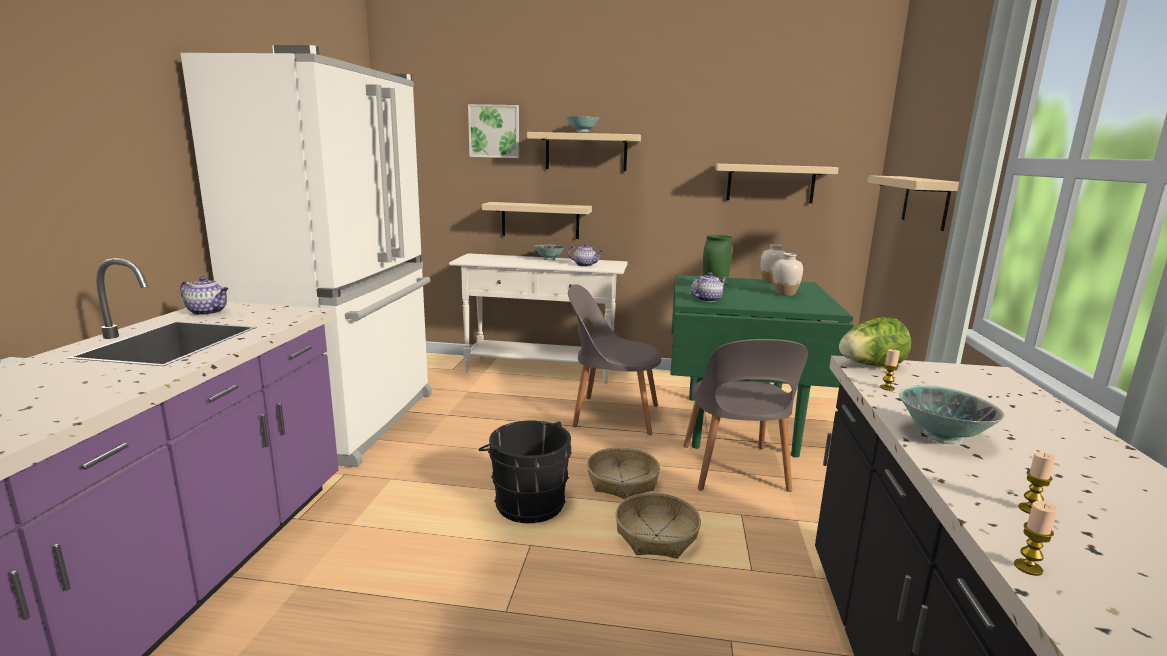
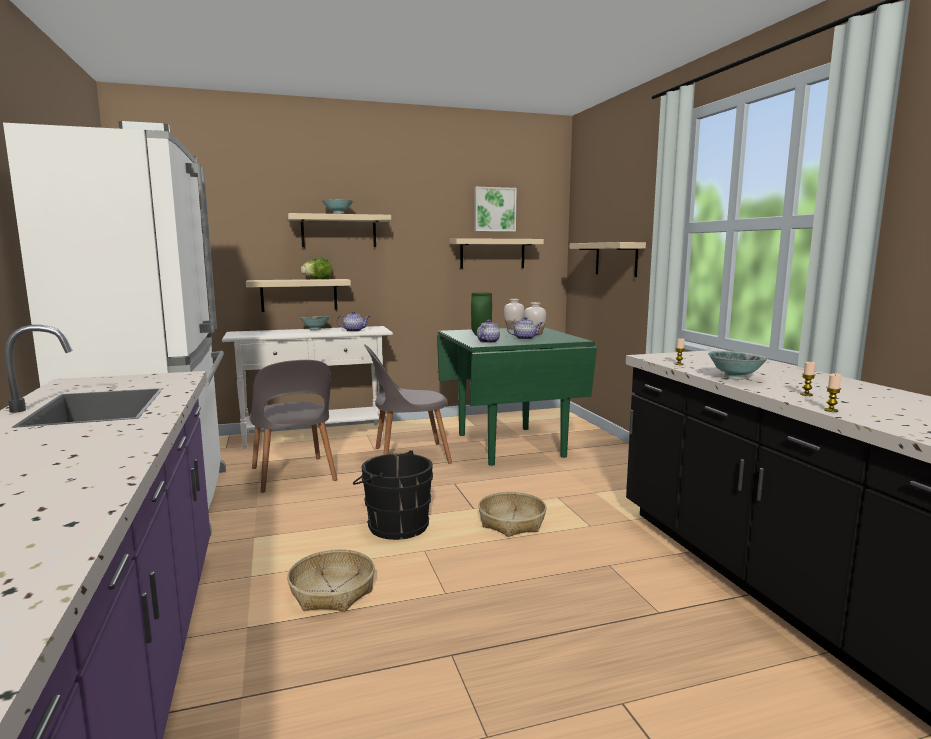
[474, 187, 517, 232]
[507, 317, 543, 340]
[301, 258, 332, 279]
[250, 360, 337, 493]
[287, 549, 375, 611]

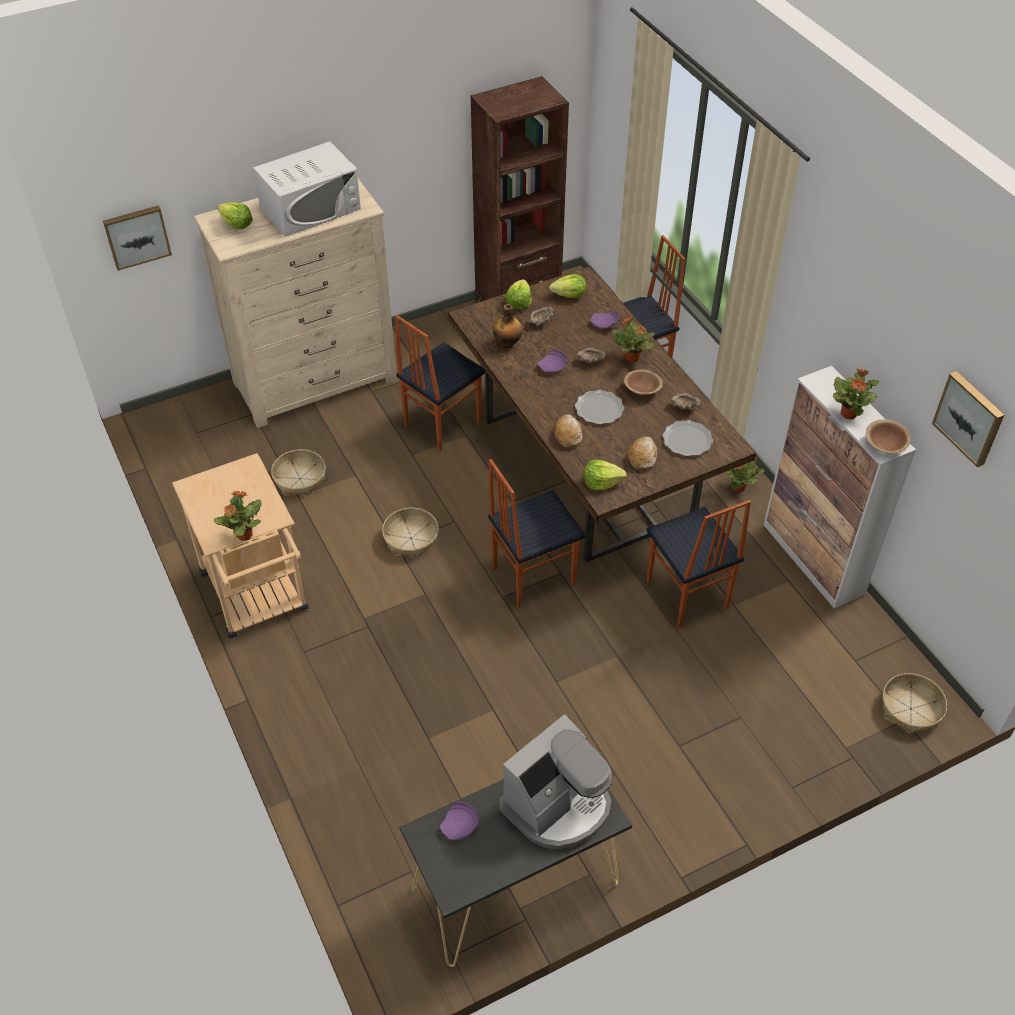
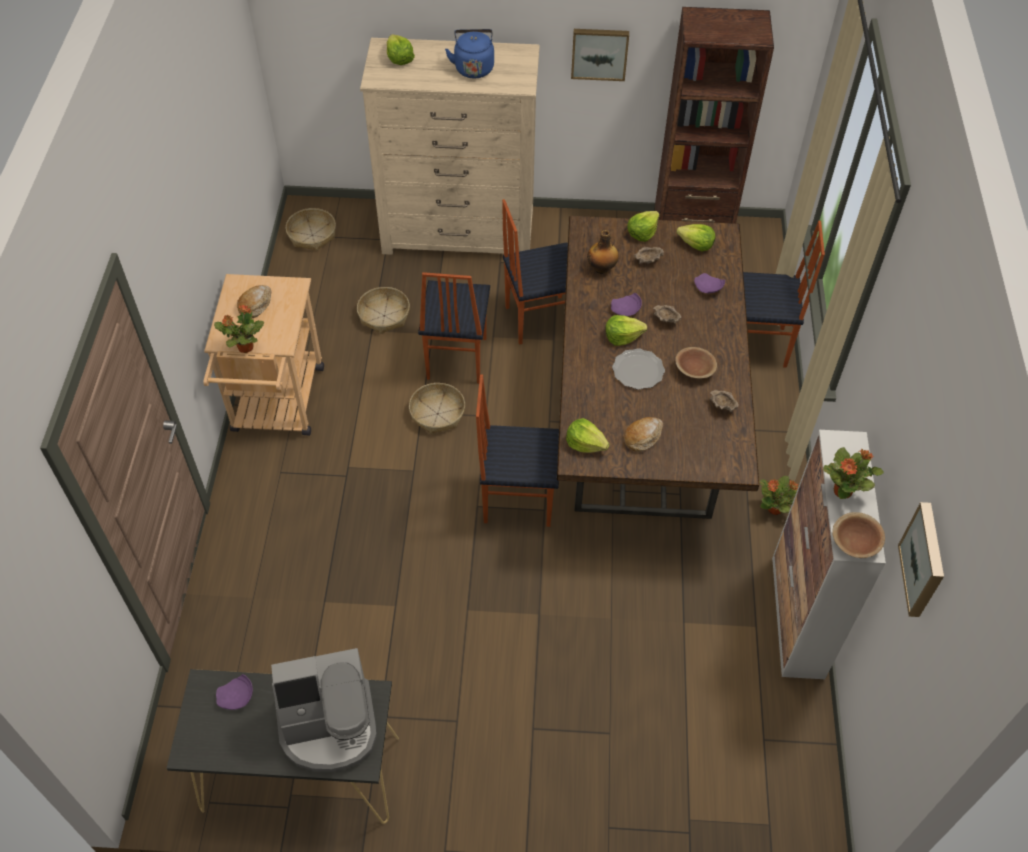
[445, 29, 494, 78]
[571, 29, 629, 81]
[613, 318, 655, 363] (first image)
[237, 285, 271, 318]
[662, 420, 713, 456] (first image)
[418, 272, 490, 384]
[285, 208, 336, 251]
[605, 315, 647, 346]

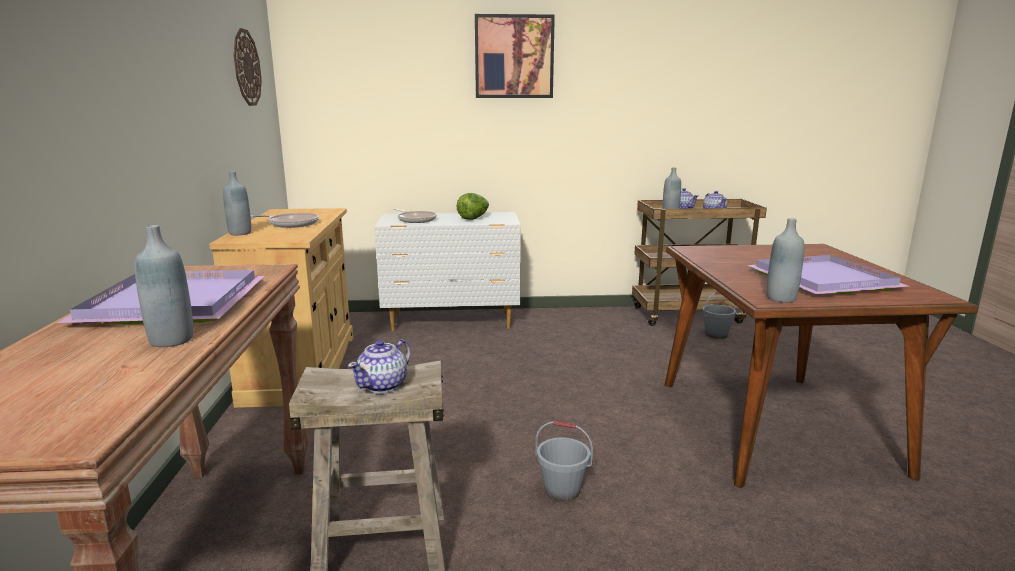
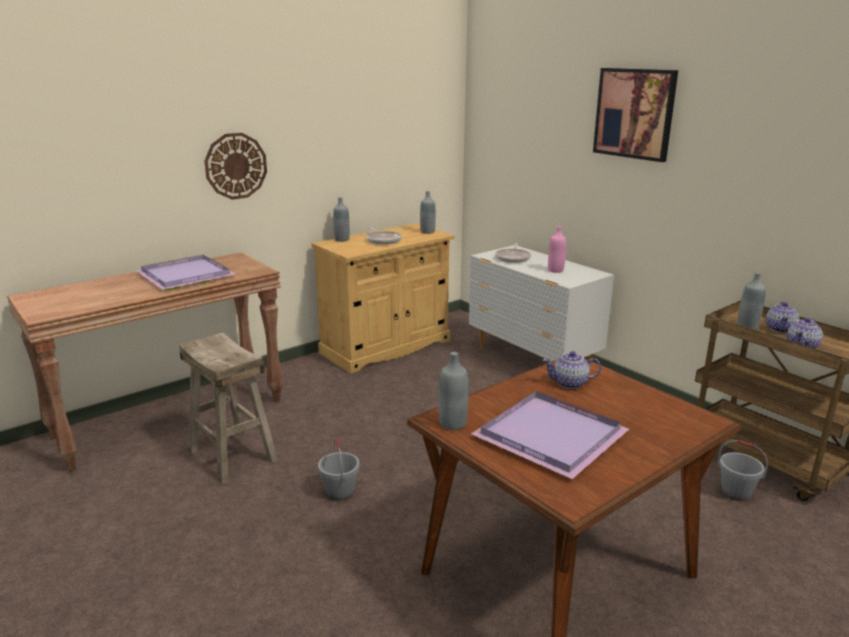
[204, 133, 267, 200]
[548, 226, 566, 273]
[420, 191, 436, 234]
[543, 351, 601, 389]

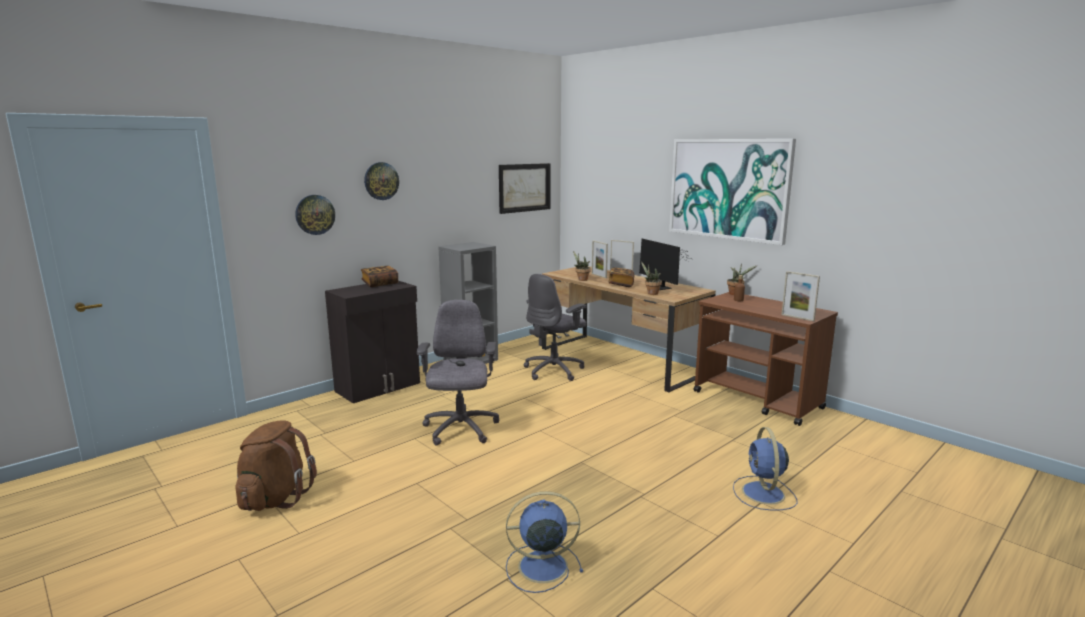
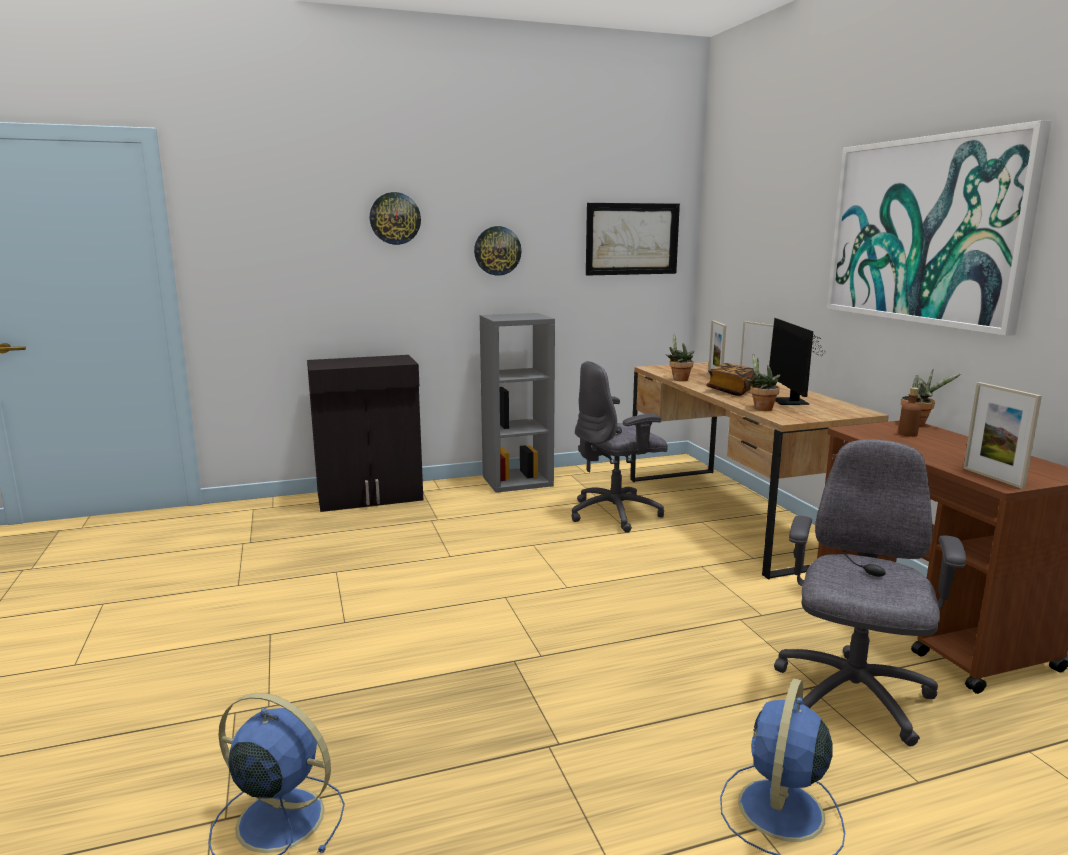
[474, 226, 522, 276]
[361, 266, 398, 287] (first image)
[774, 439, 966, 747]
[235, 420, 317, 511] (first image)

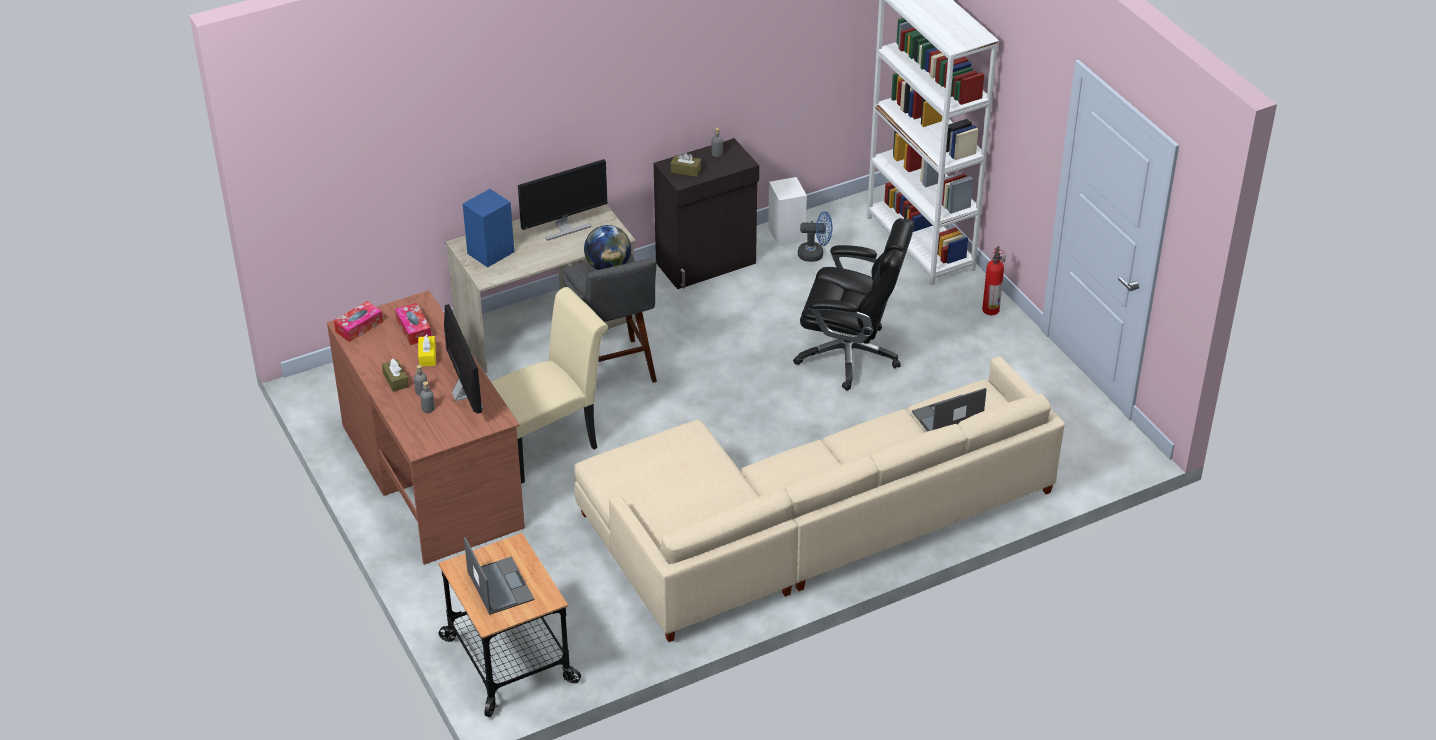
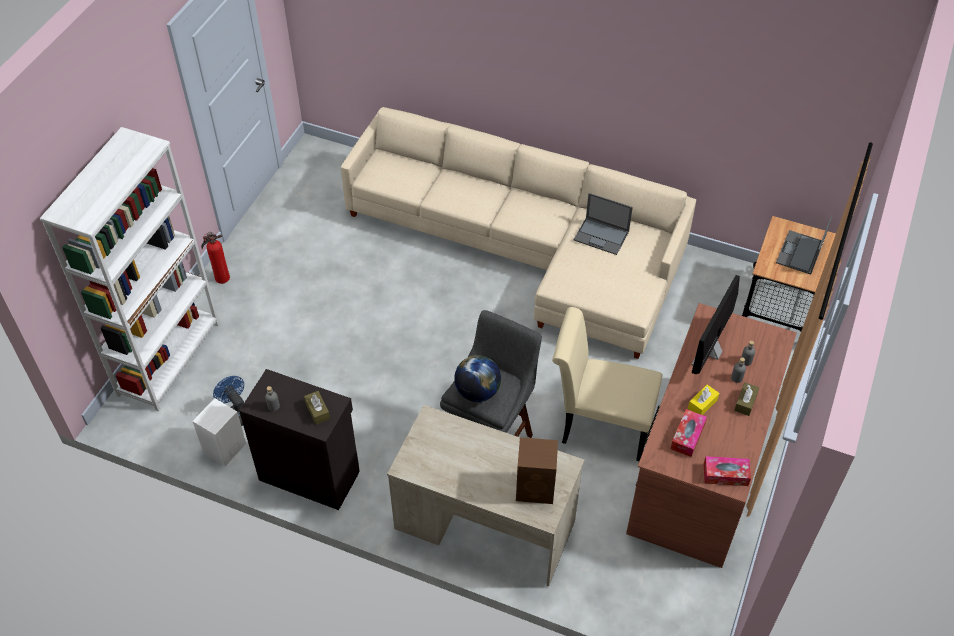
[518, 159, 608, 241] (first image)
[516, 437, 558, 504]
[793, 218, 914, 391] (first image)
[574, 193, 633, 255]

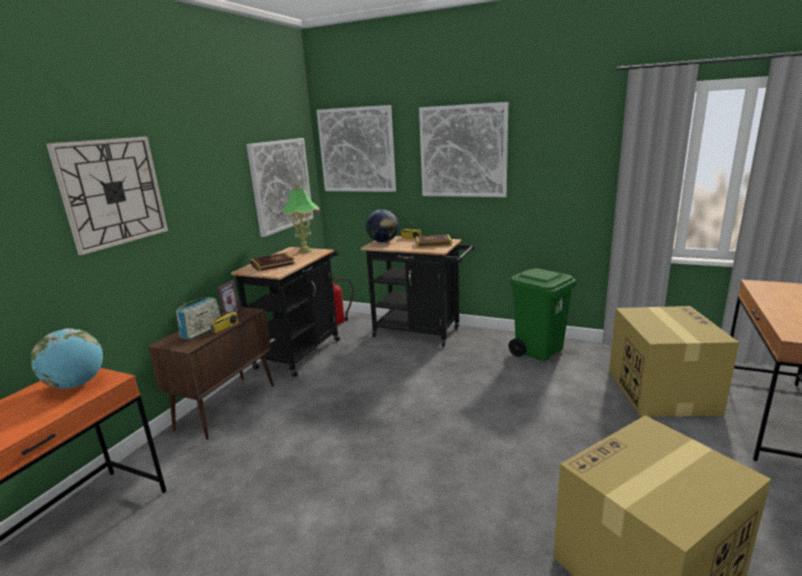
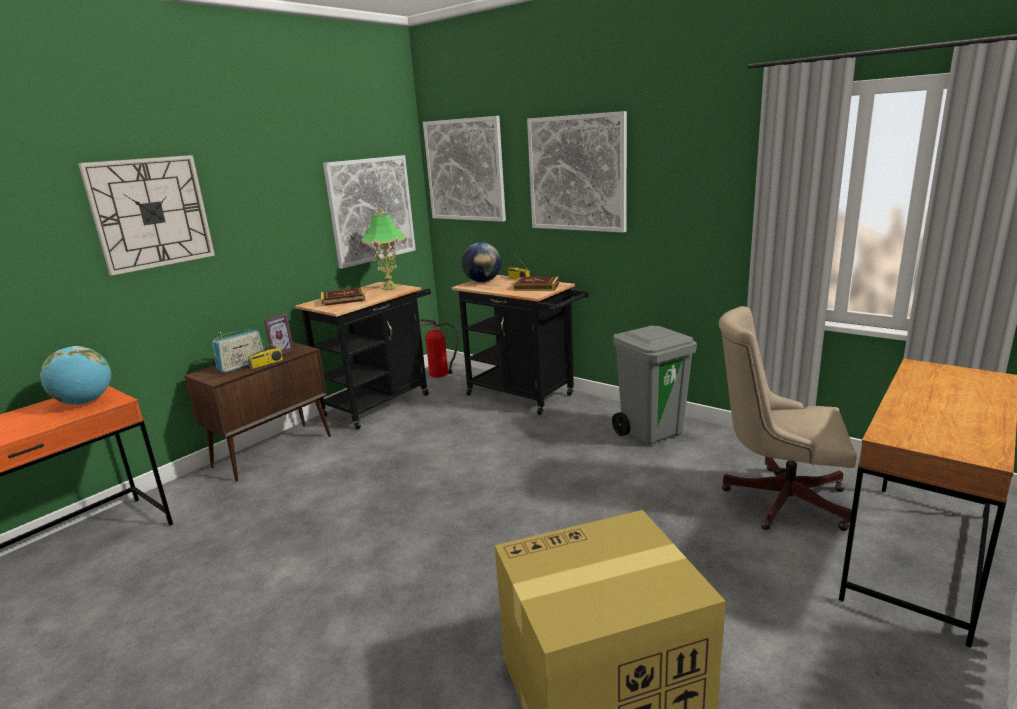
[612, 325, 697, 445]
[719, 306, 857, 531]

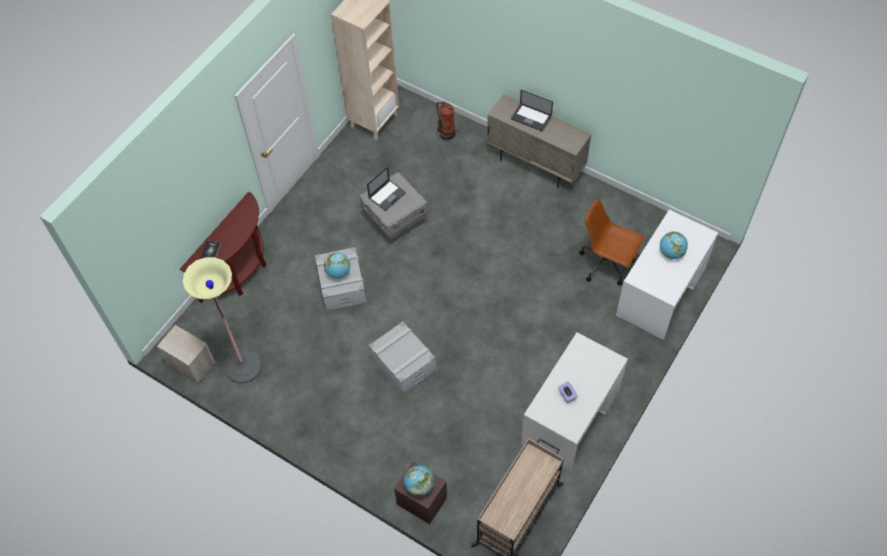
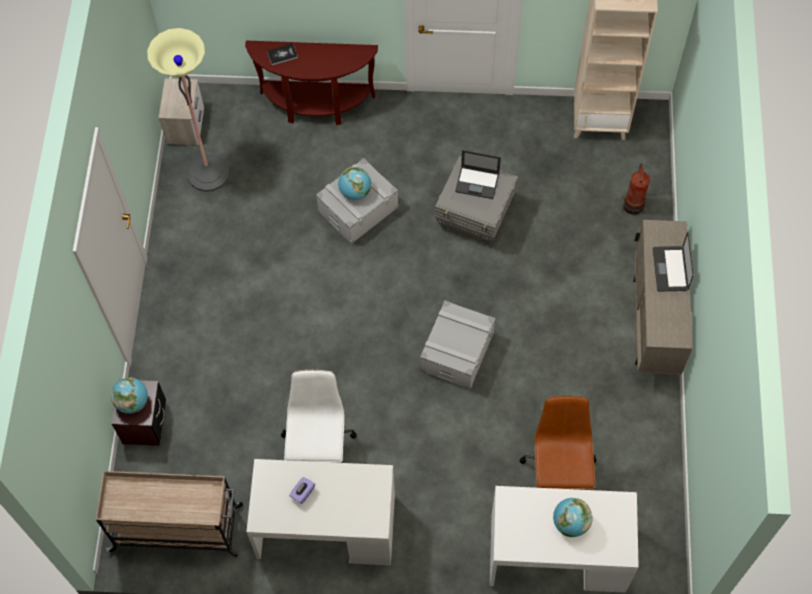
[420, 301, 495, 390]
[281, 370, 357, 463]

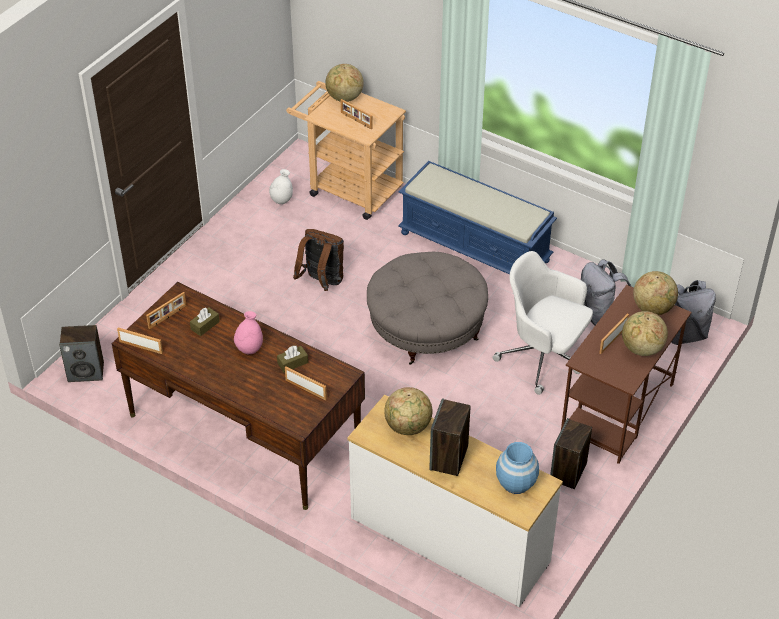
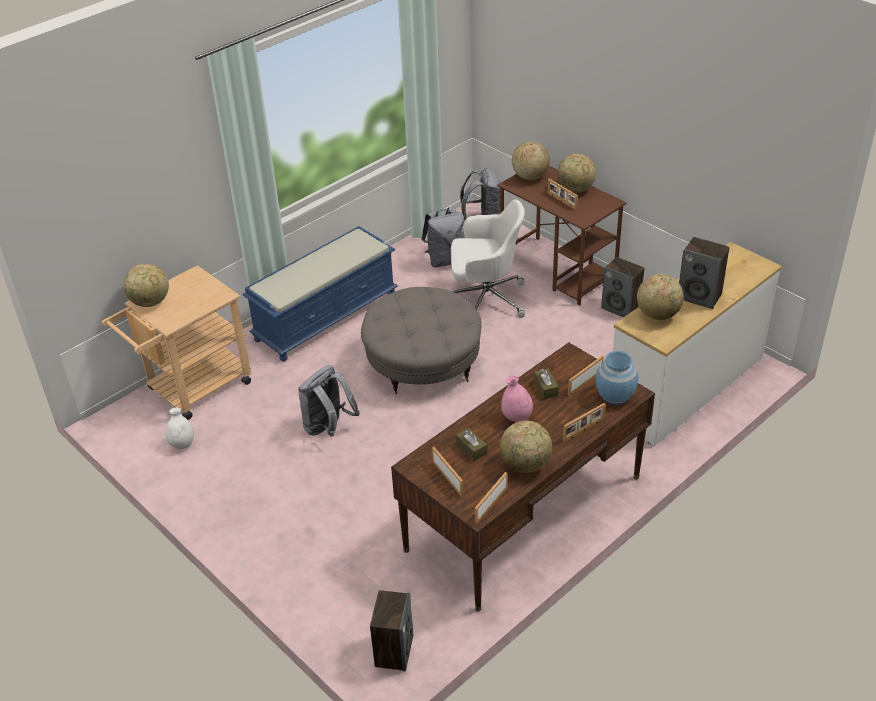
[563, 403, 606, 442]
[298, 365, 360, 437]
[451, 200, 525, 318]
[595, 351, 638, 405]
[500, 421, 552, 473]

